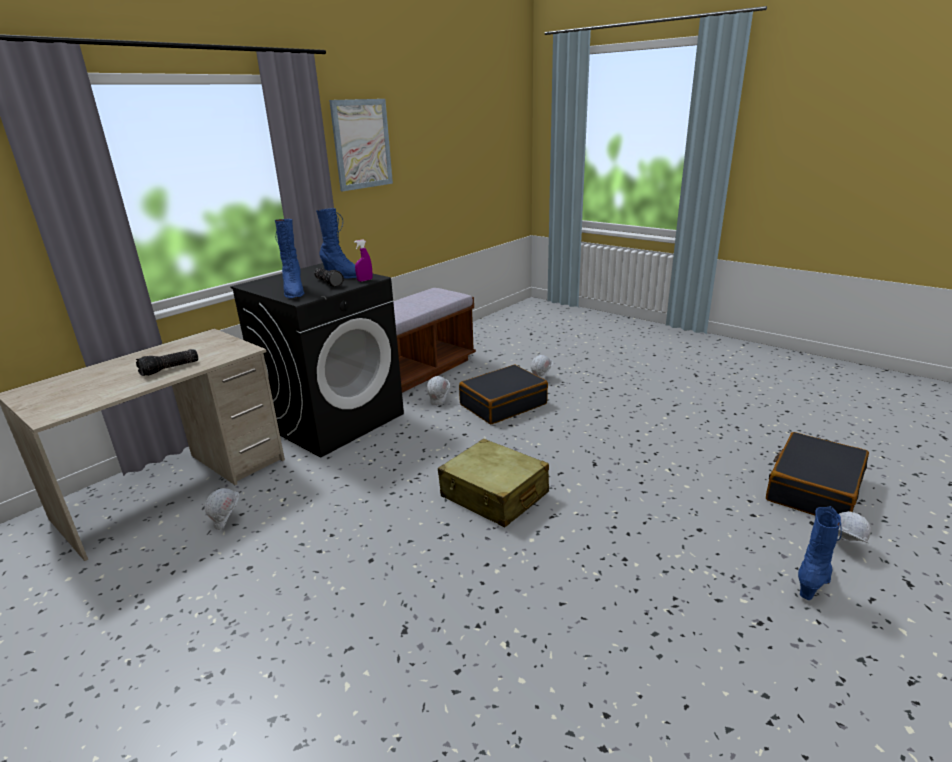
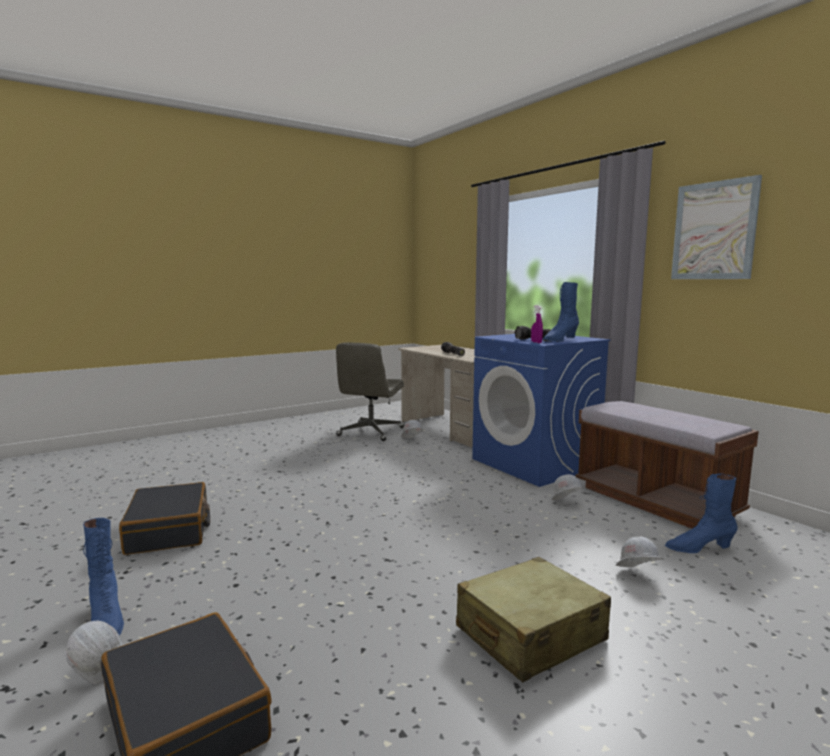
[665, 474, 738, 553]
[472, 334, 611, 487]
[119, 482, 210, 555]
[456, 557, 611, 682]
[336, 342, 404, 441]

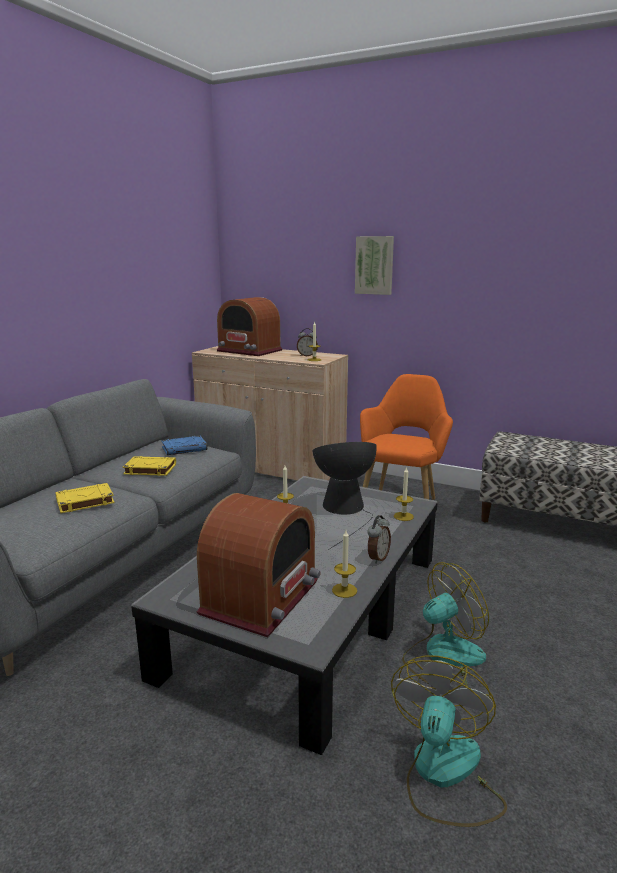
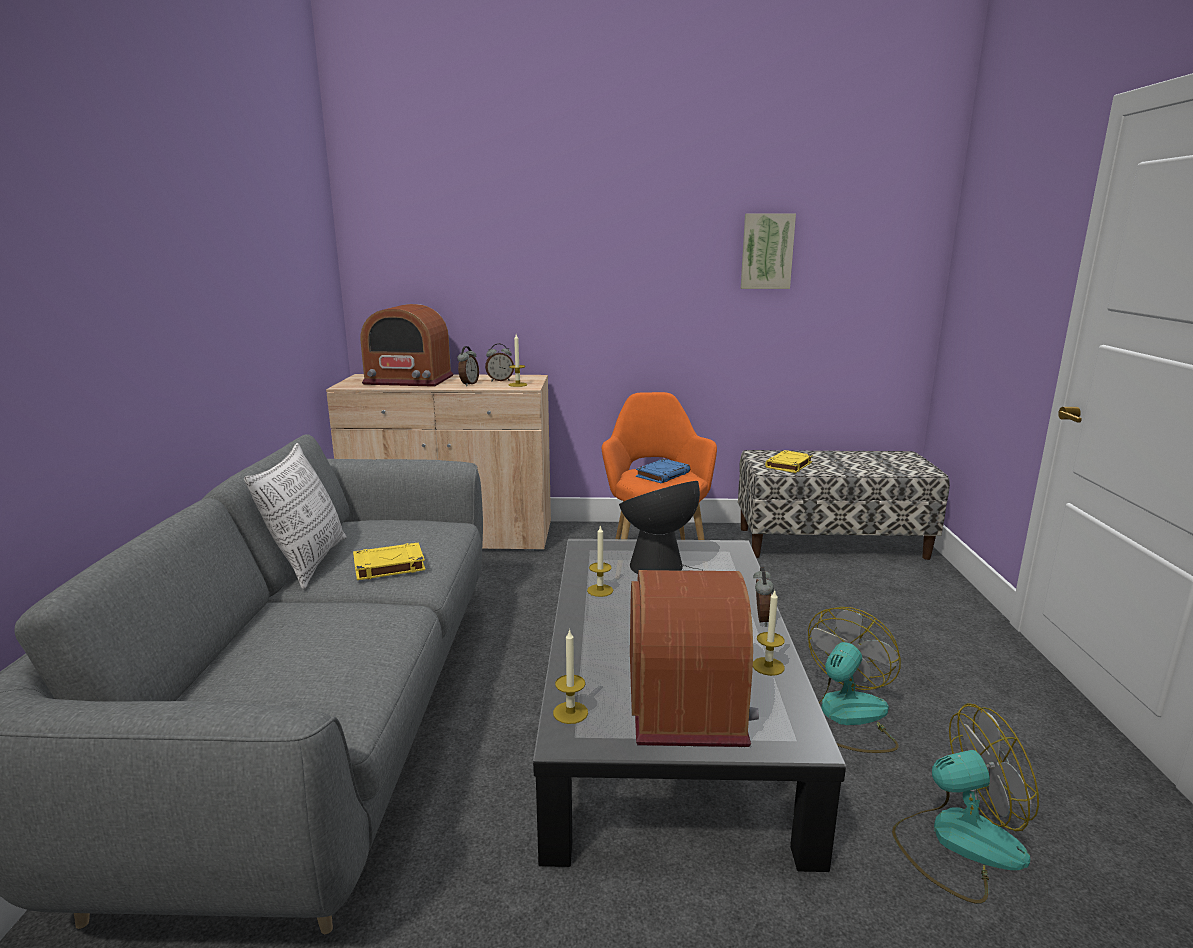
[741, 213, 796, 289]
[636, 459, 690, 483]
[553, 629, 588, 724]
[765, 450, 813, 473]
[892, 703, 1039, 904]
[457, 346, 479, 386]
[244, 443, 347, 589]

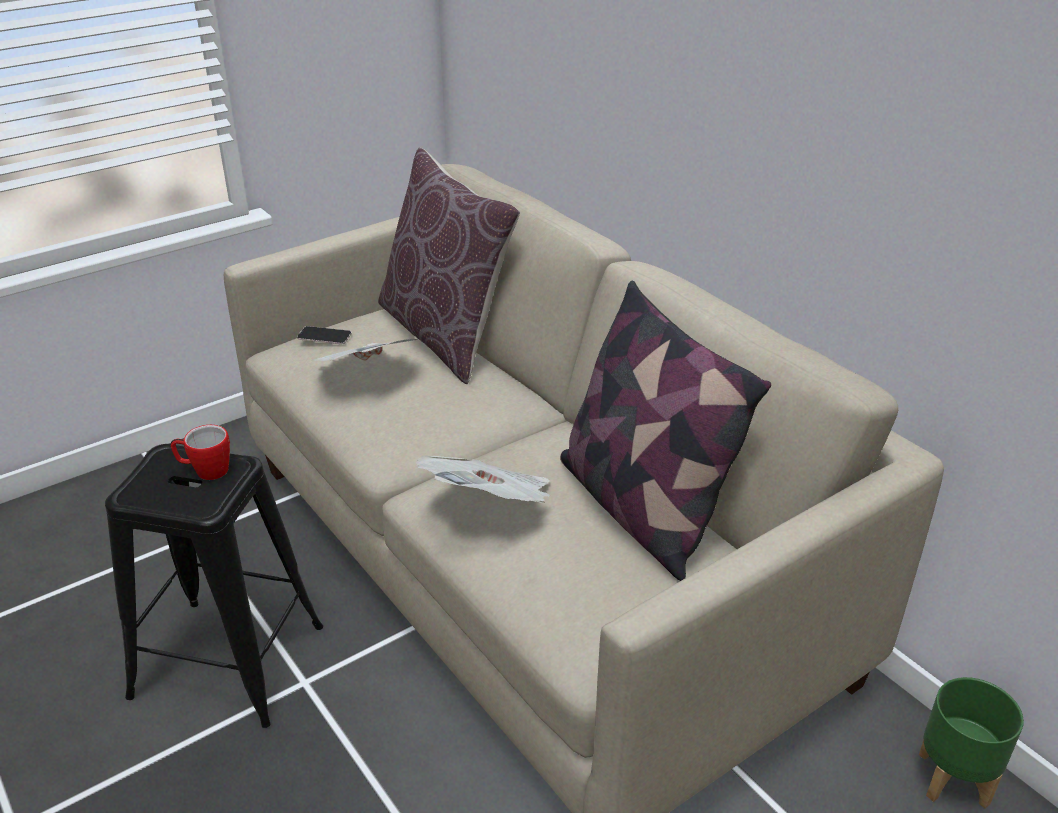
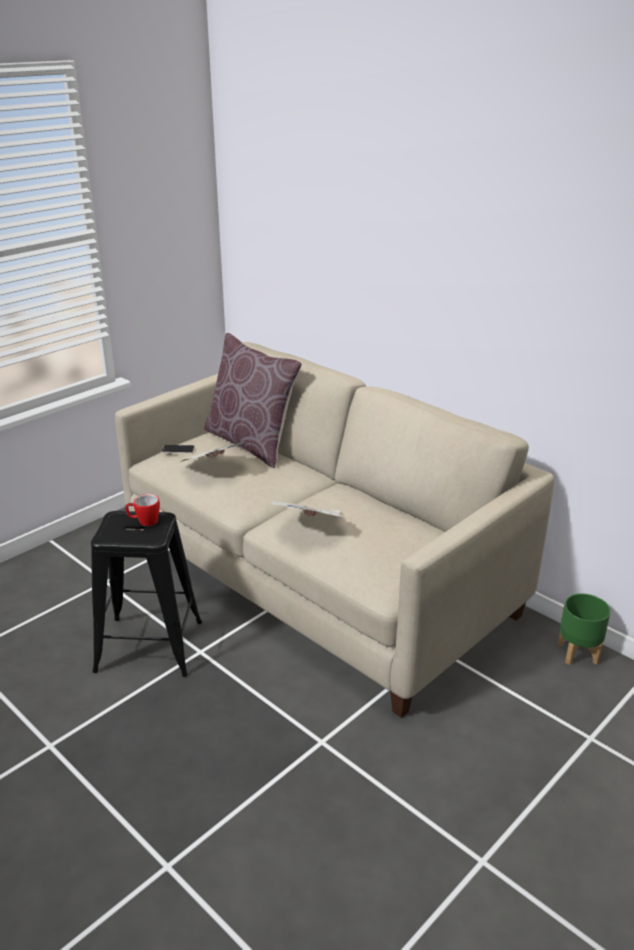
[560, 280, 771, 581] (first image)

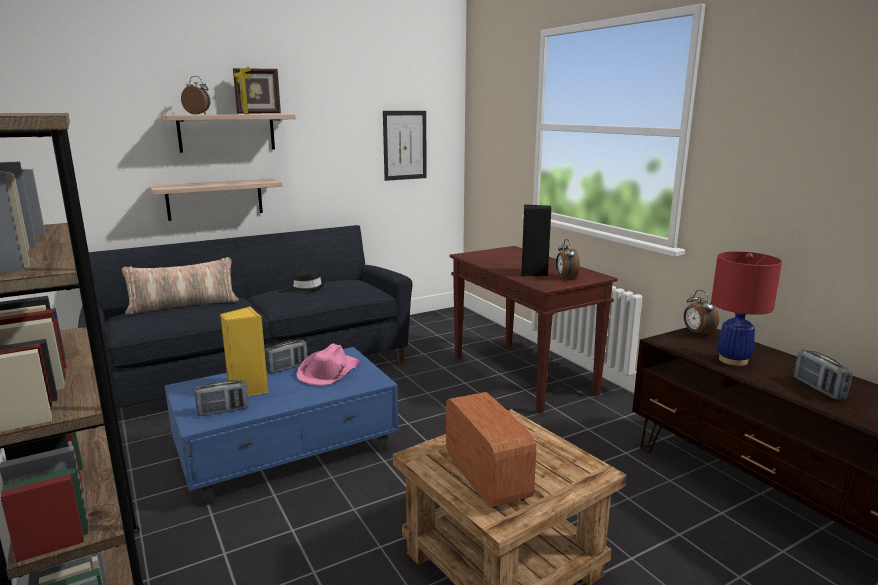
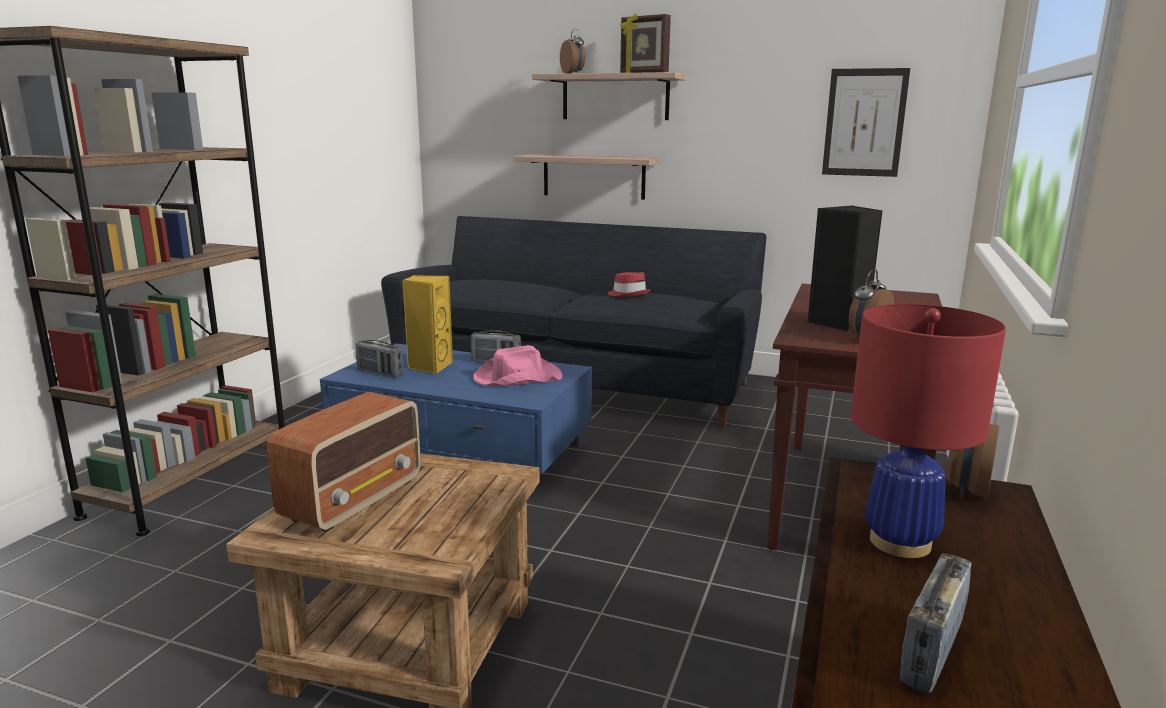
[122, 257, 238, 315] (first image)
[608, 272, 651, 297]

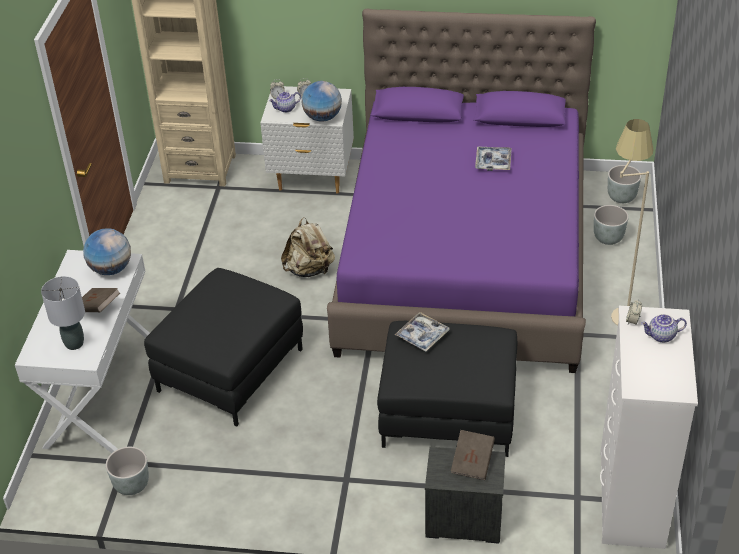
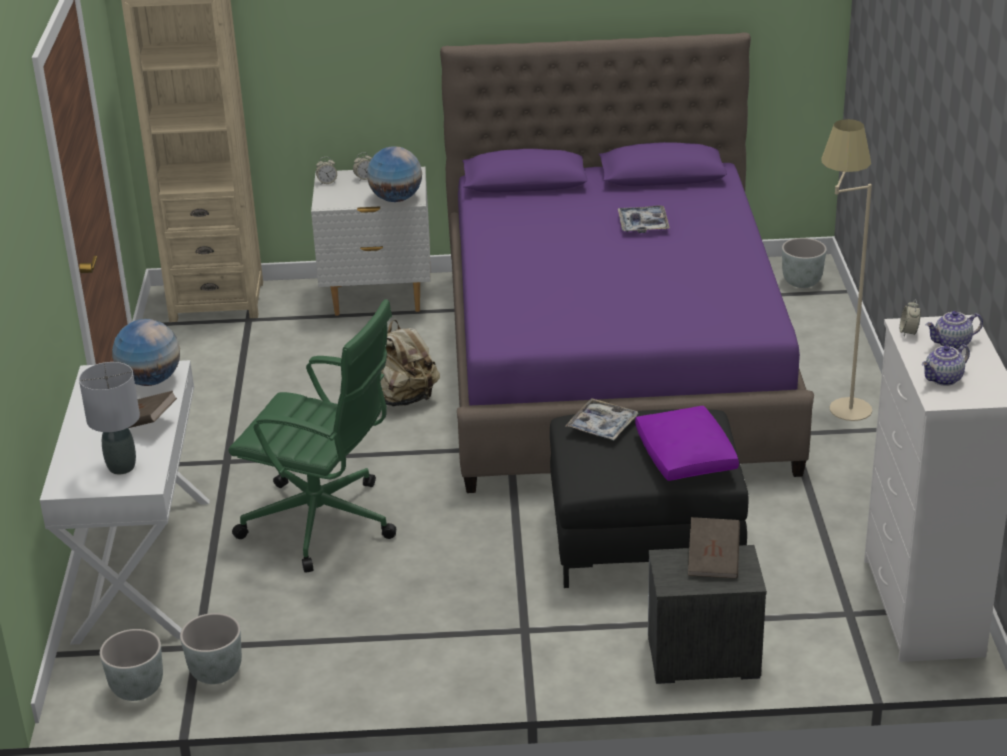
[922, 344, 970, 386]
[100, 629, 163, 701]
[228, 299, 396, 573]
[635, 406, 739, 481]

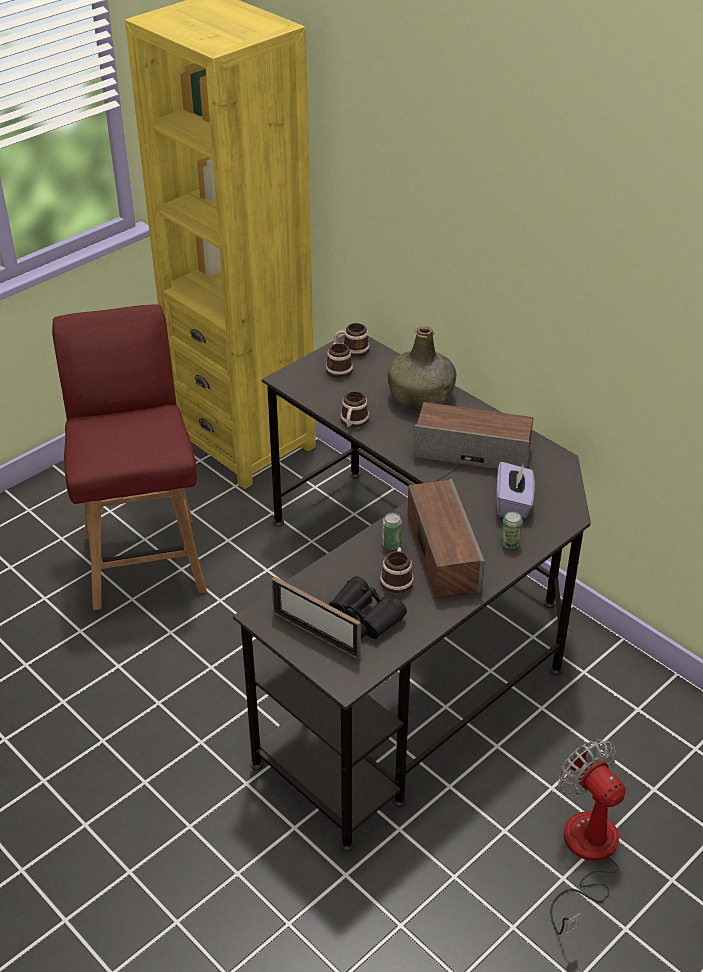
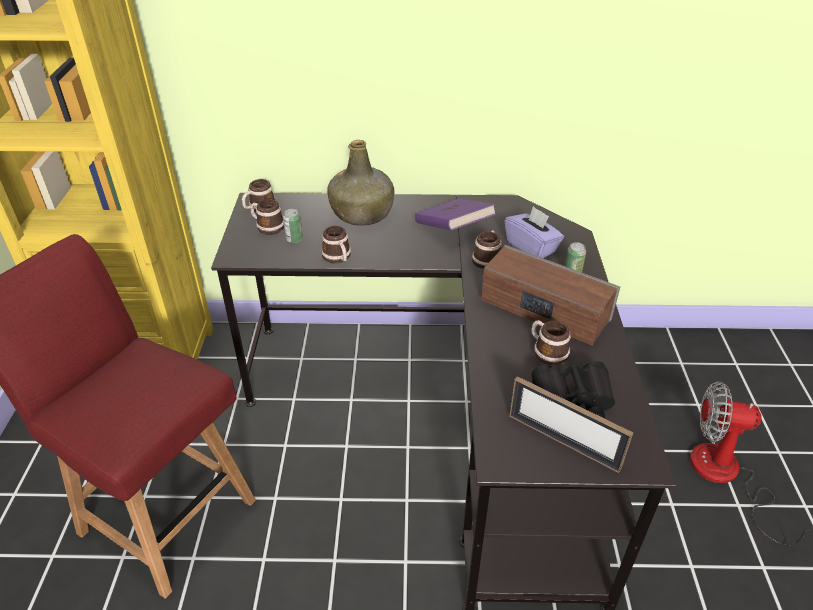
[415, 199, 496, 230]
[283, 209, 303, 243]
[509, 376, 633, 473]
[472, 230, 502, 269]

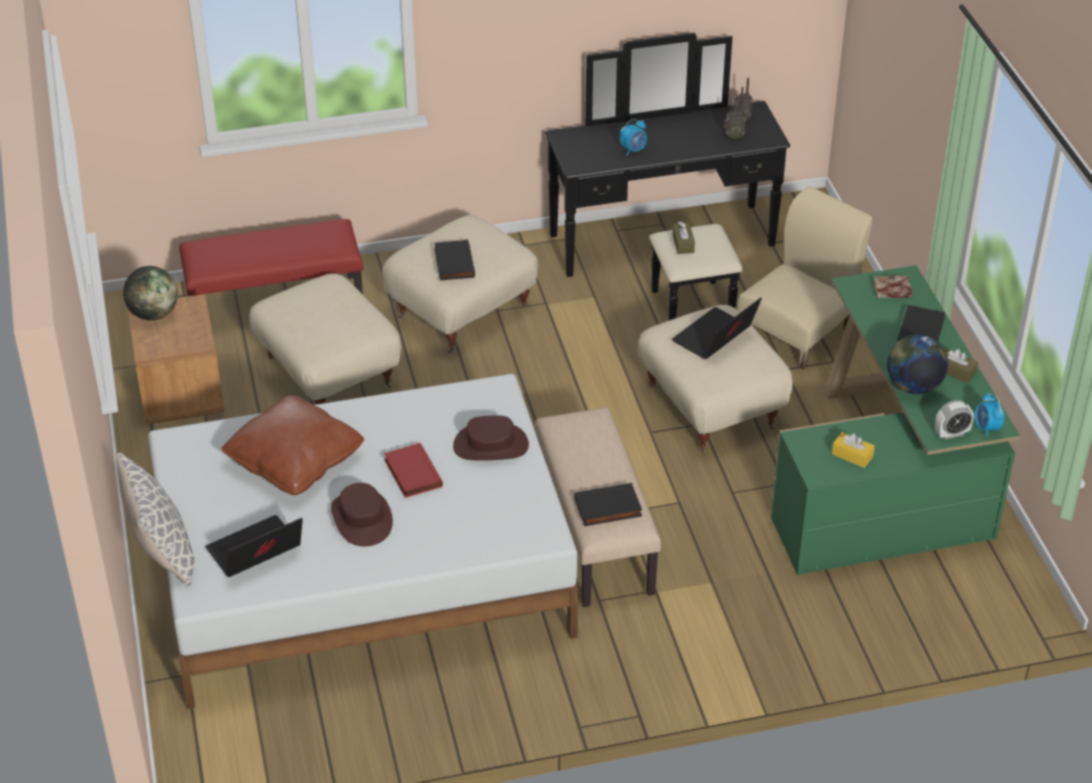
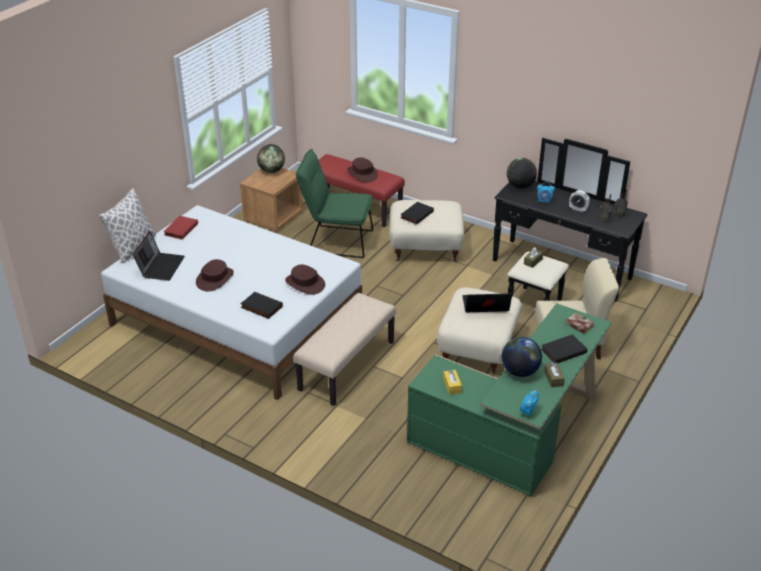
[296, 149, 373, 258]
[221, 395, 364, 495] (first image)
[569, 190, 590, 212]
[163, 216, 198, 240]
[240, 292, 283, 319]
[133, 231, 185, 281]
[347, 157, 378, 182]
[507, 158, 537, 189]

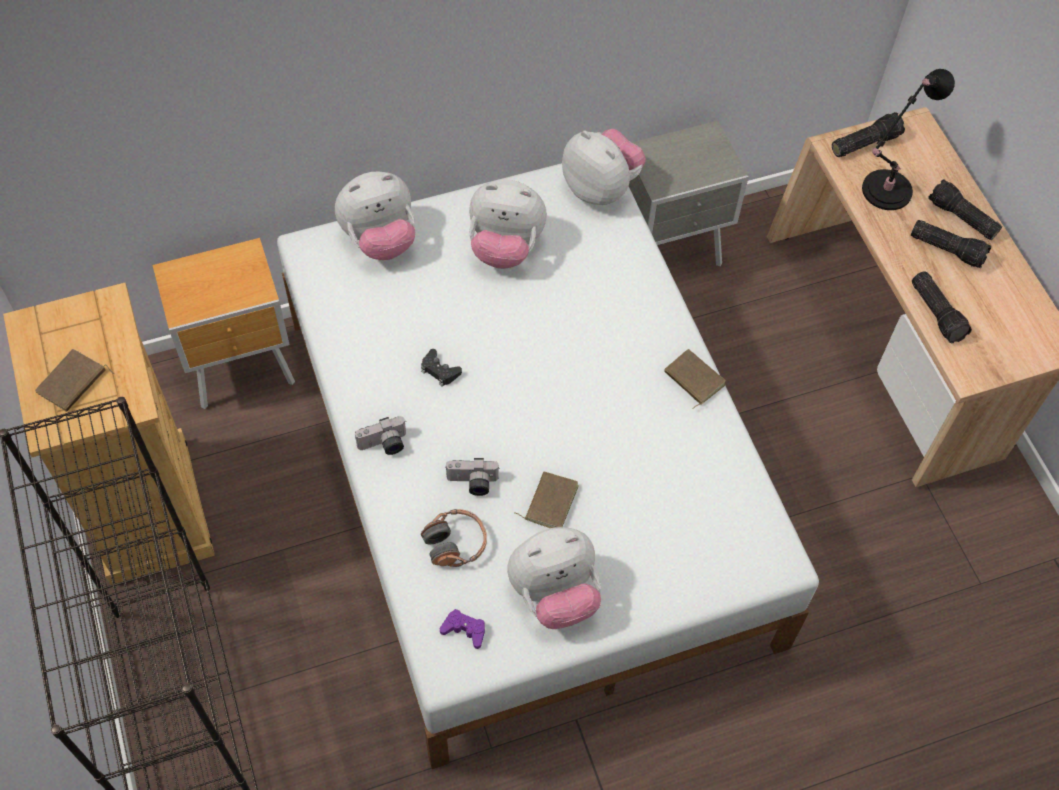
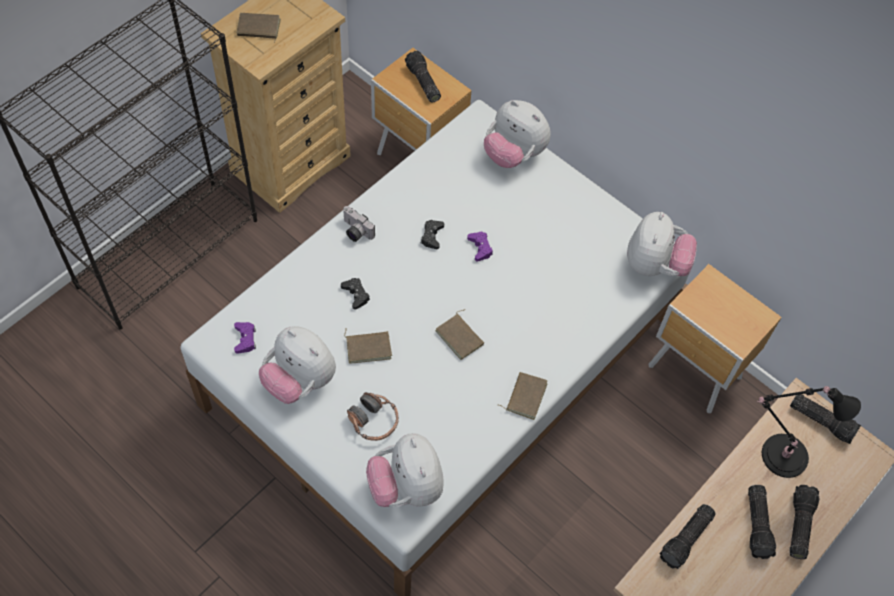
[649, 264, 782, 413]
[366, 433, 444, 507]
[341, 278, 370, 310]
[347, 392, 399, 441]
[405, 51, 441, 103]
[467, 232, 493, 262]
[435, 309, 484, 360]

